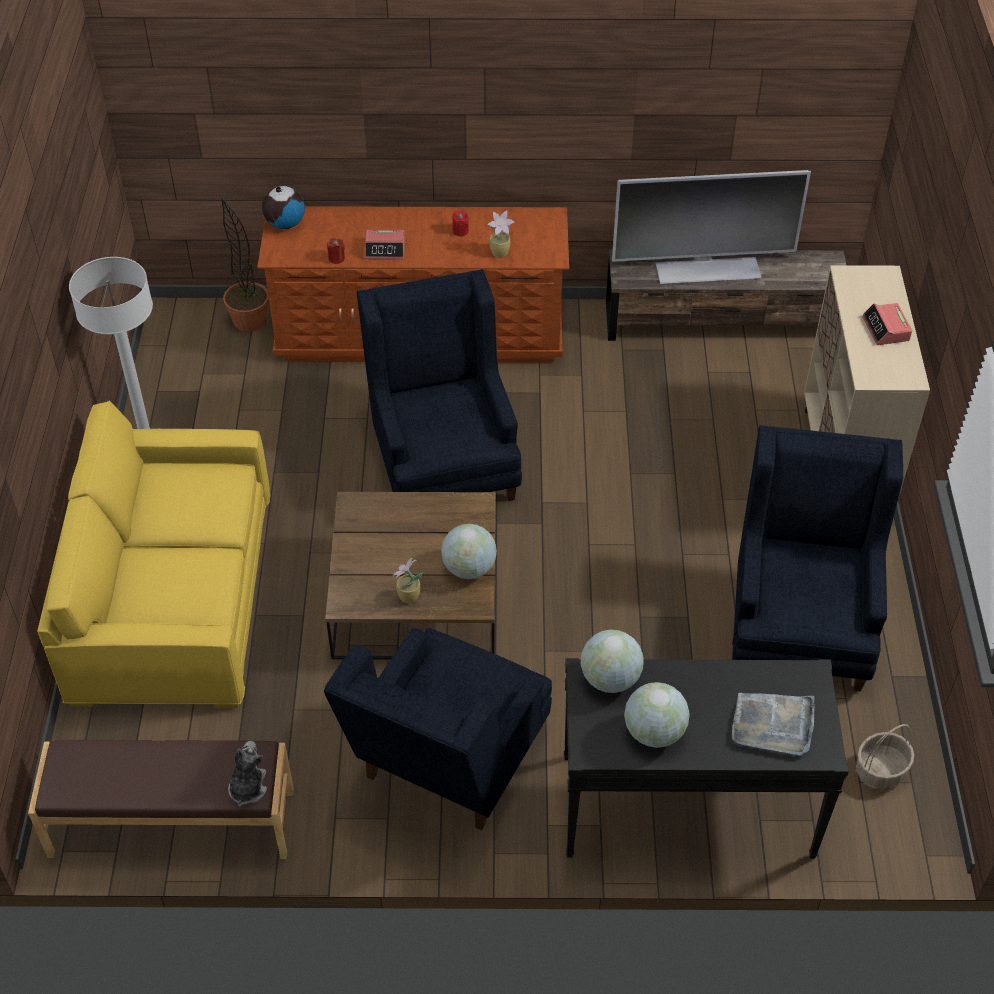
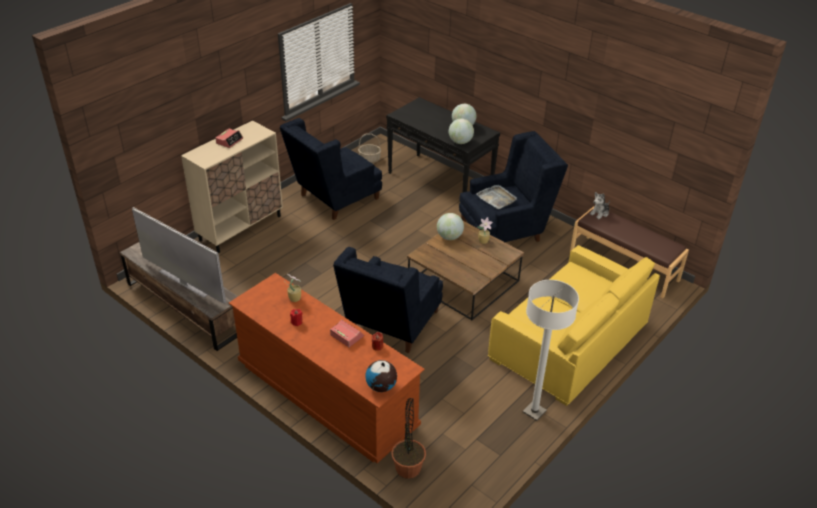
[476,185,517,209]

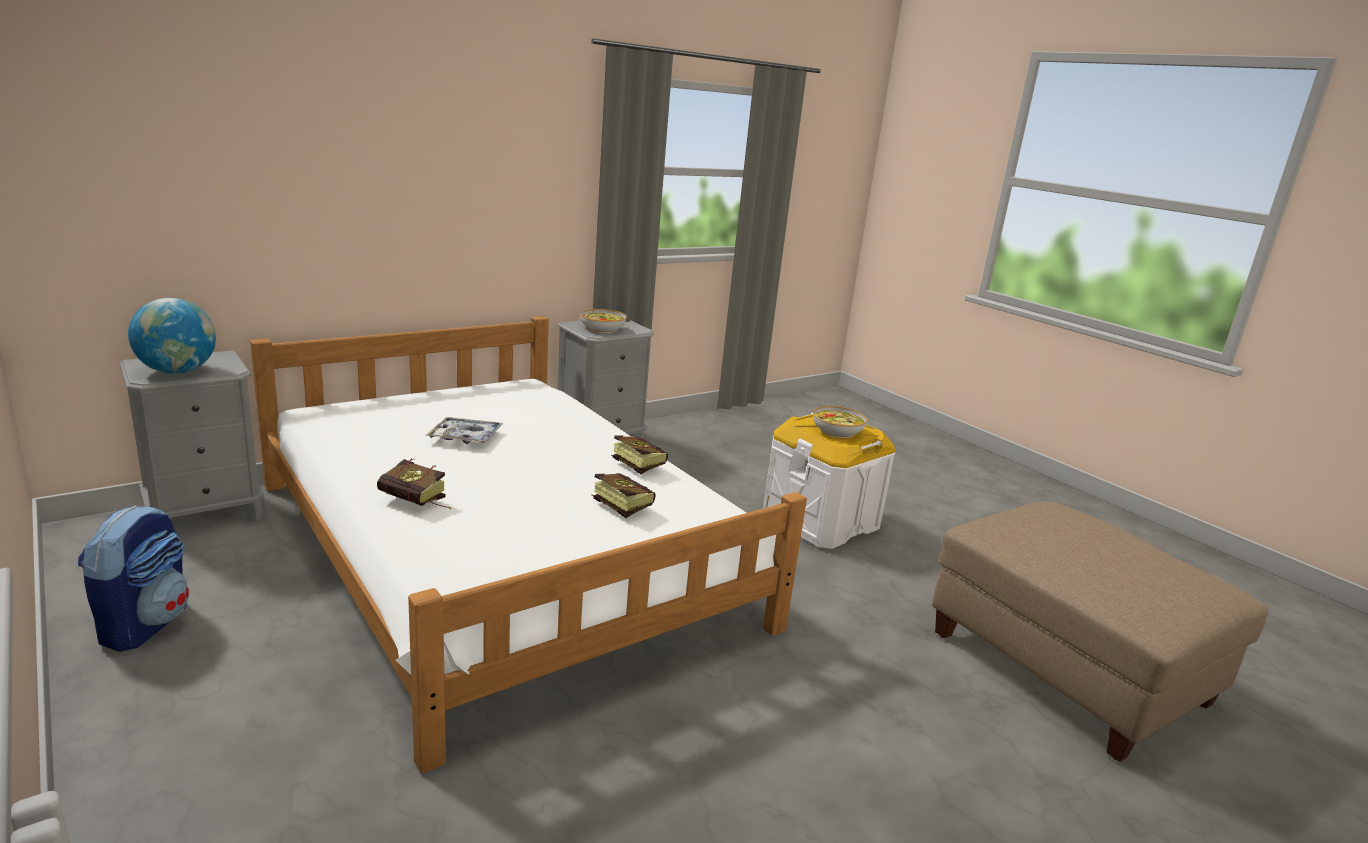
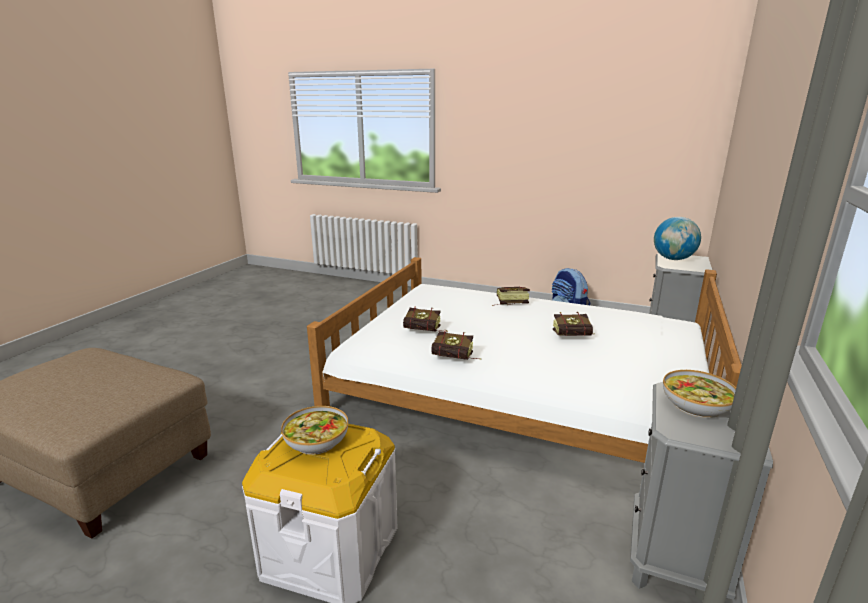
[553,312,595,336]

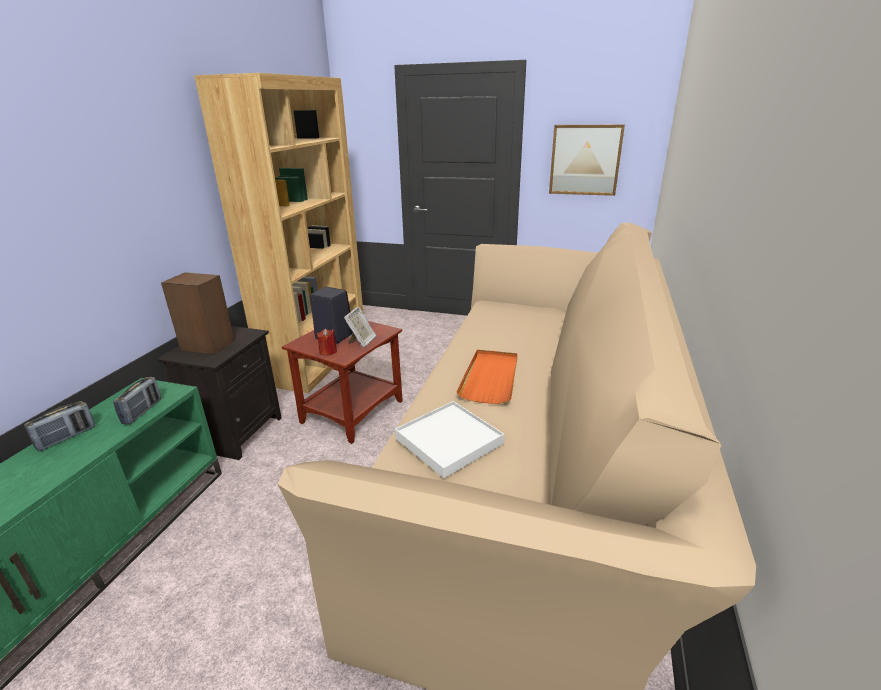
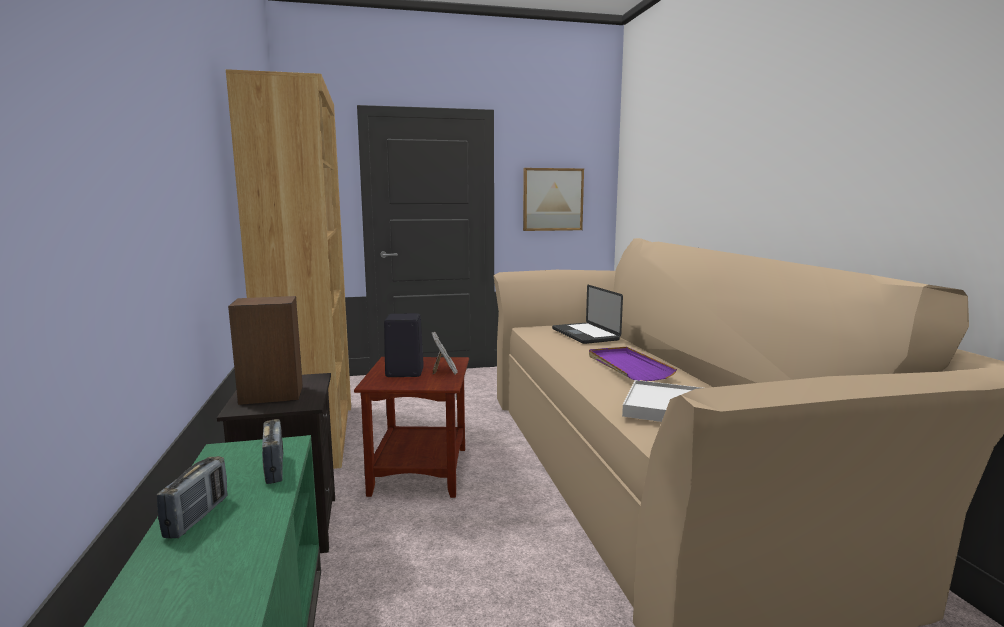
[552,285,623,344]
[589,347,677,381]
[317,329,337,356] (first image)

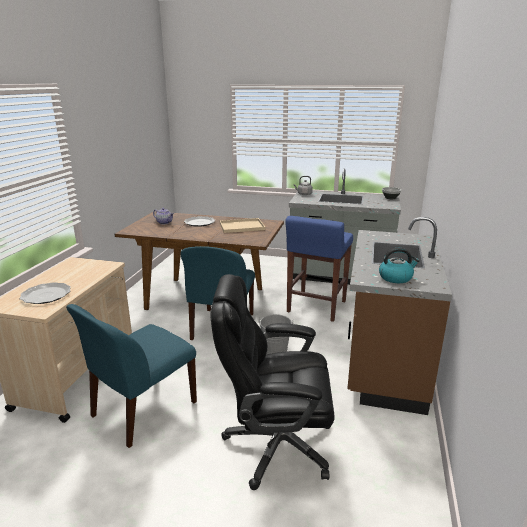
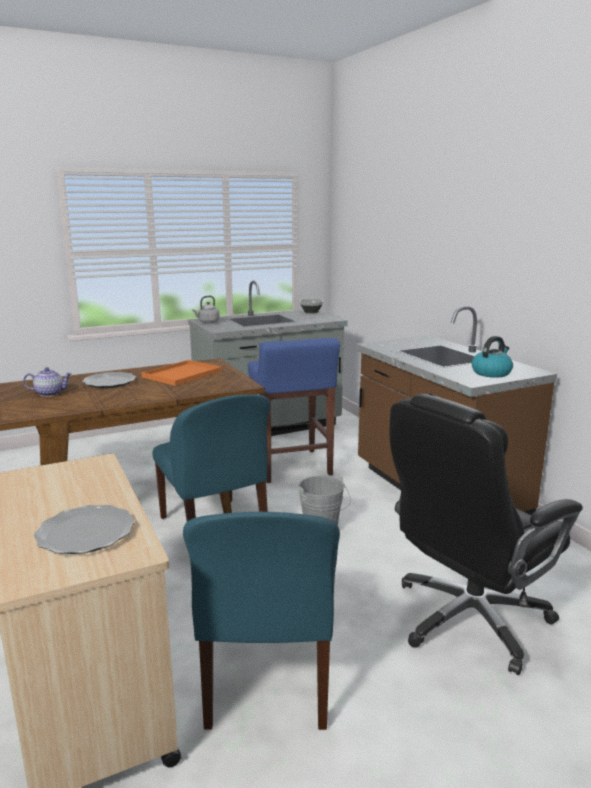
[142,360,222,386]

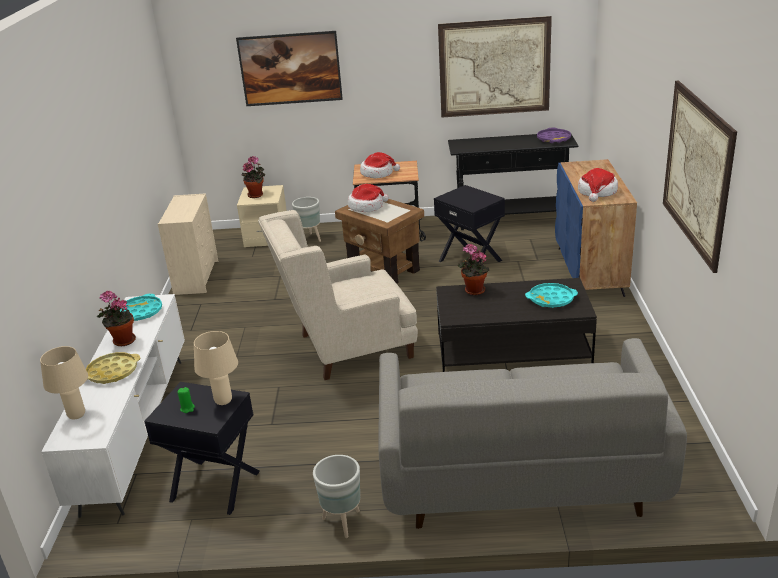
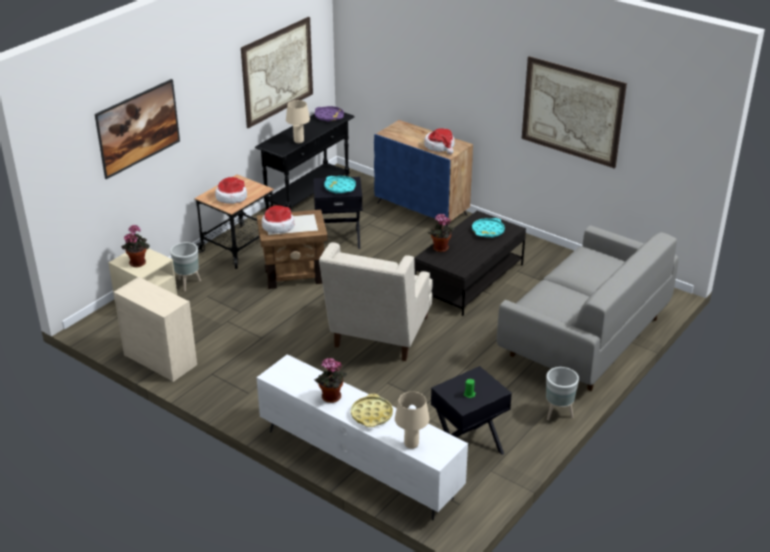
[286,100,310,143]
[324,176,356,194]

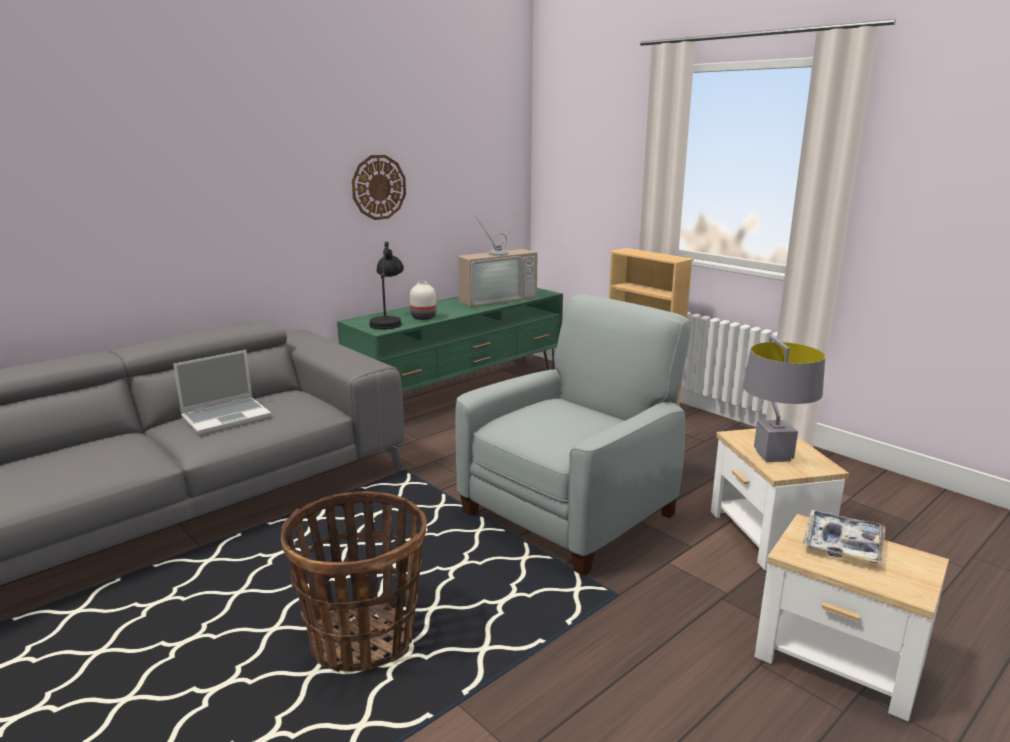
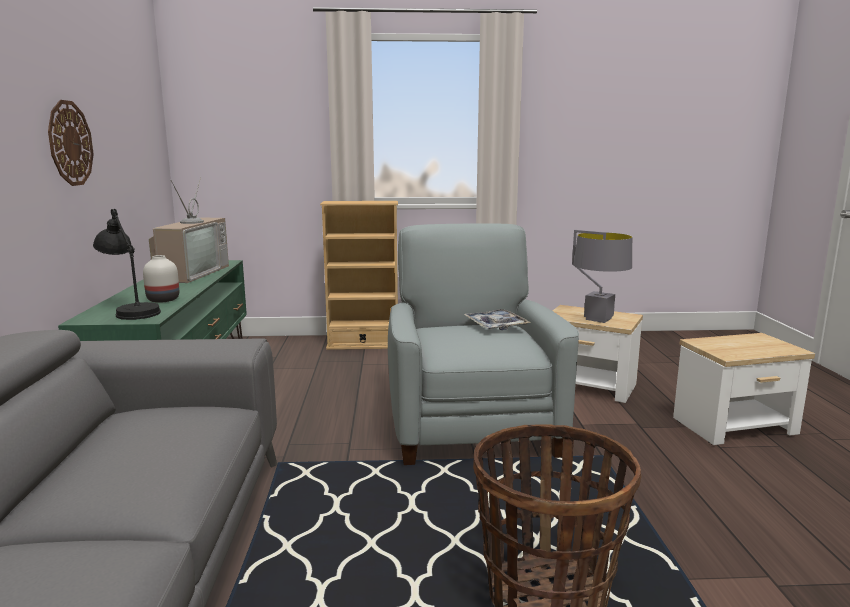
[464,309,530,330]
[173,350,271,435] (first image)

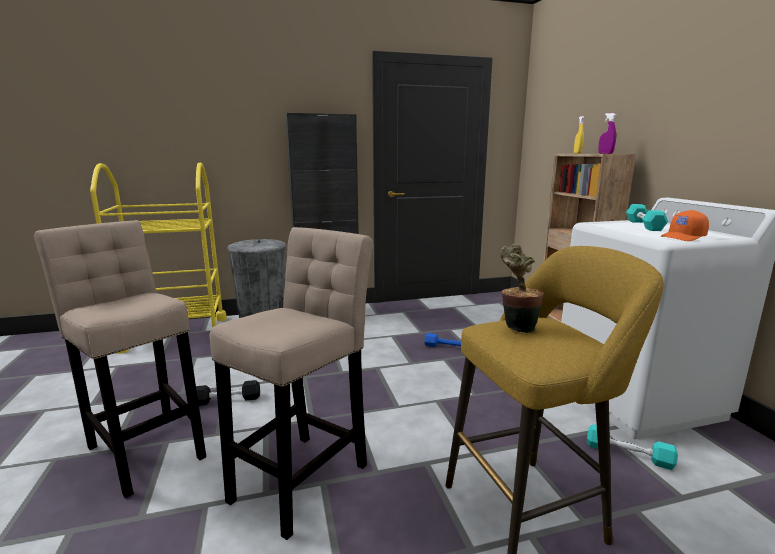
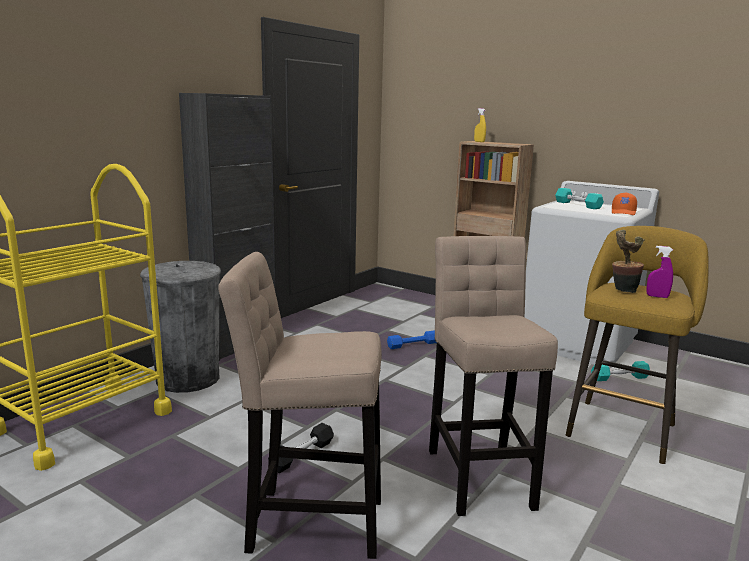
[646,246,673,298]

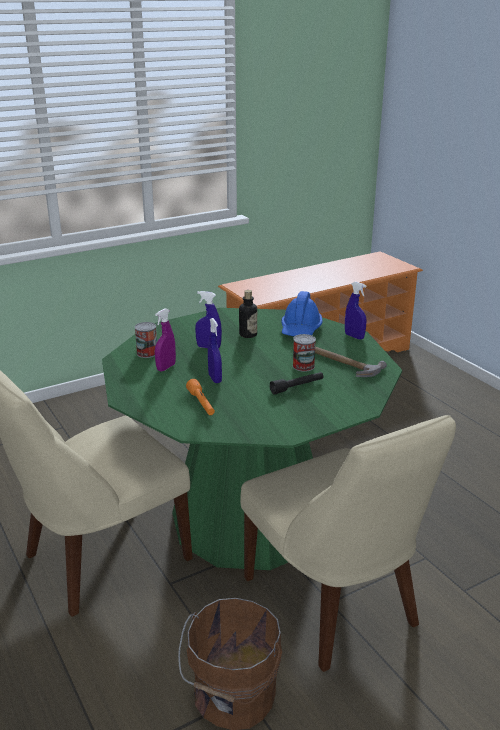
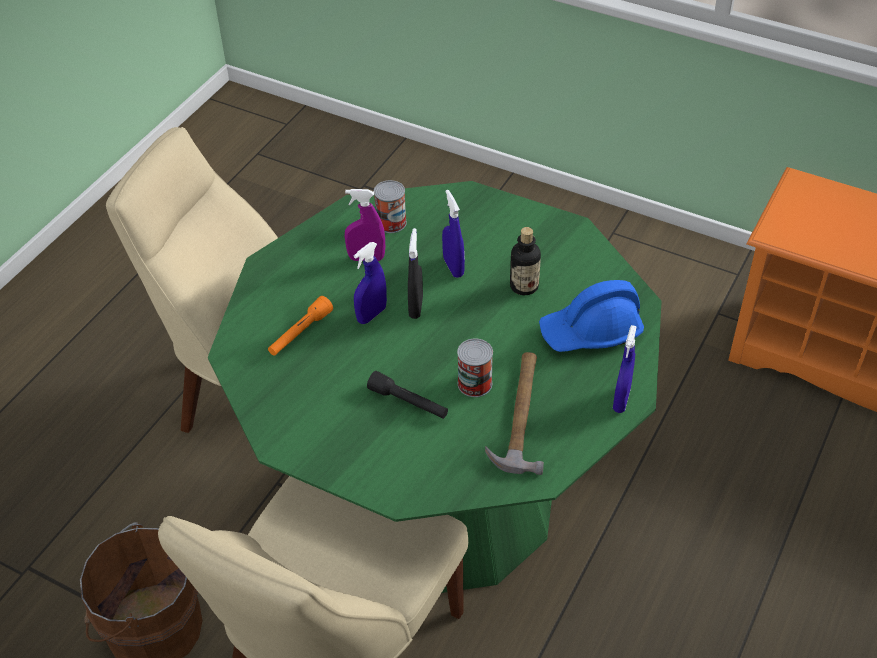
[408,228,423,319]

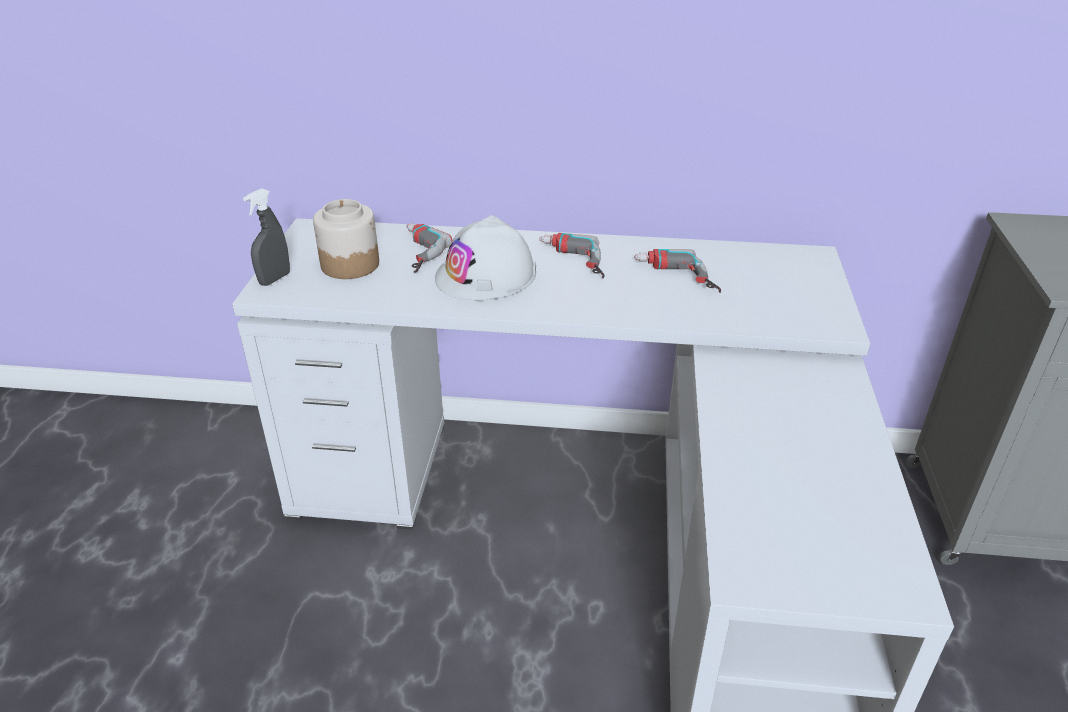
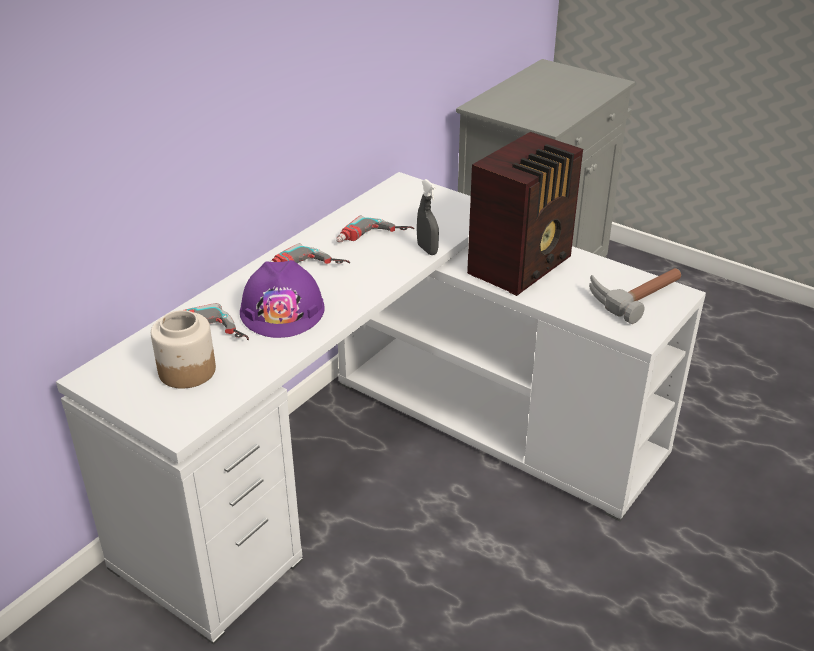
[240,260,325,338]
[417,179,439,255]
[467,132,583,296]
[589,268,681,324]

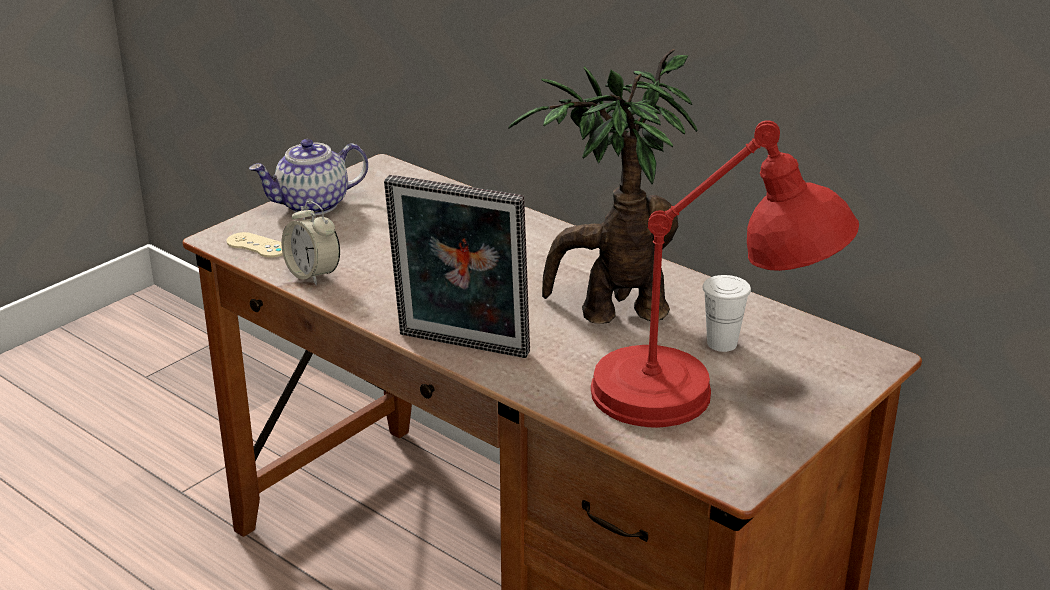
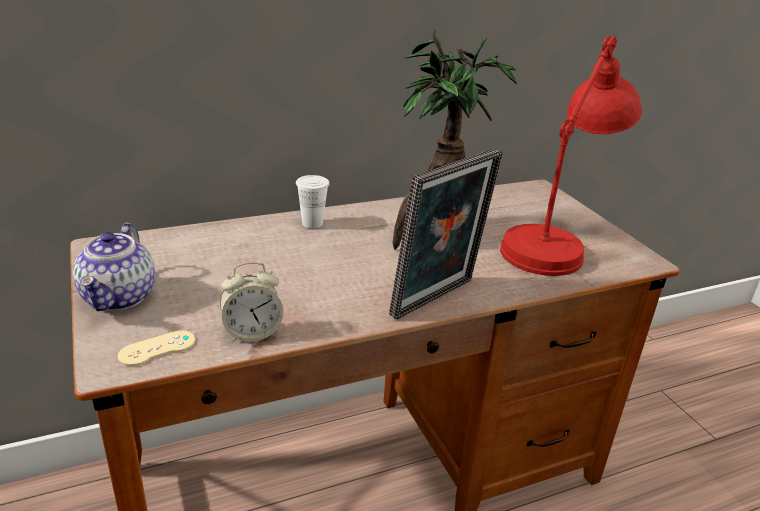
[296,175,330,228]

